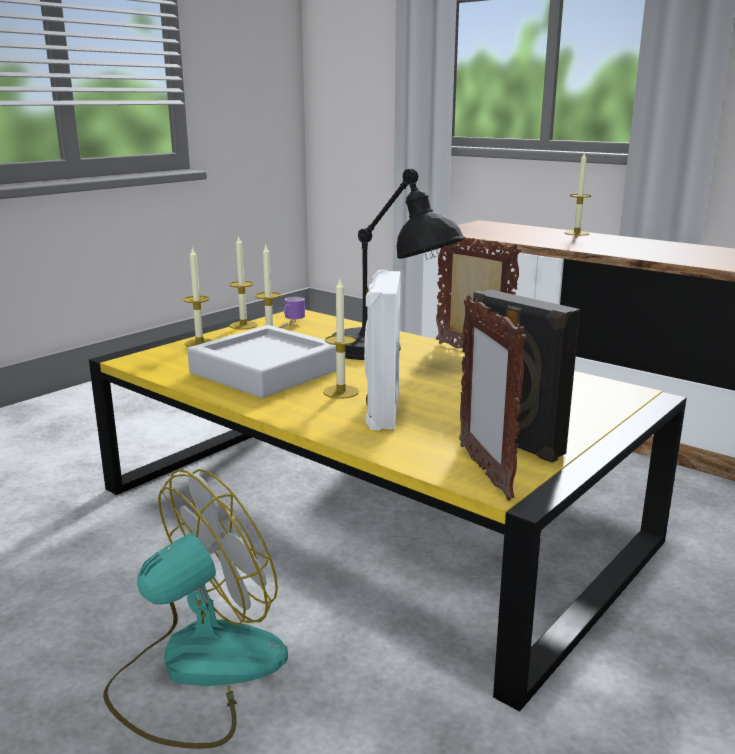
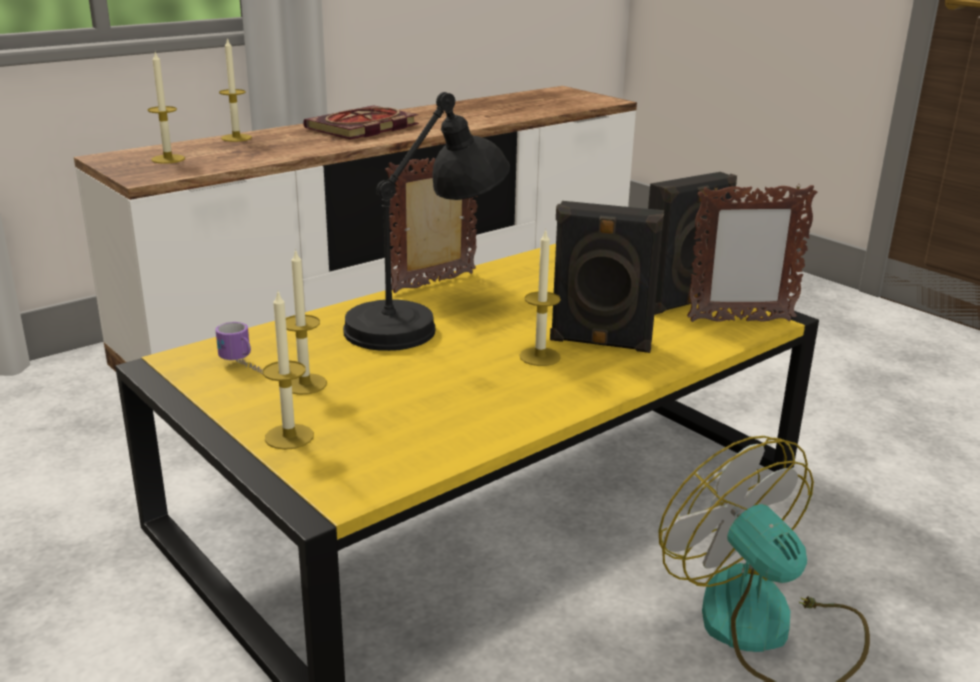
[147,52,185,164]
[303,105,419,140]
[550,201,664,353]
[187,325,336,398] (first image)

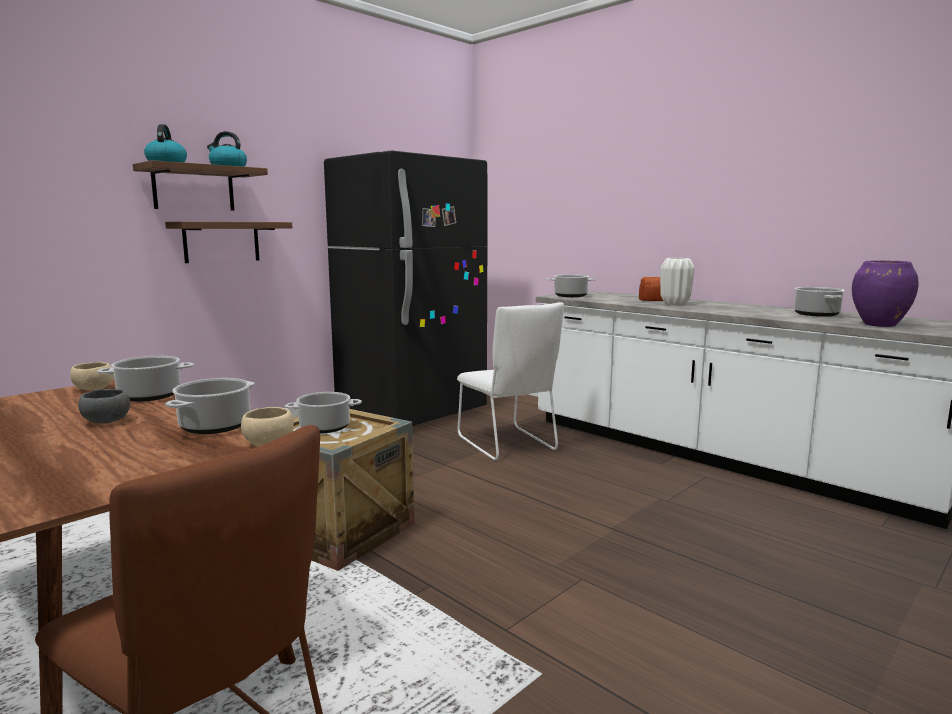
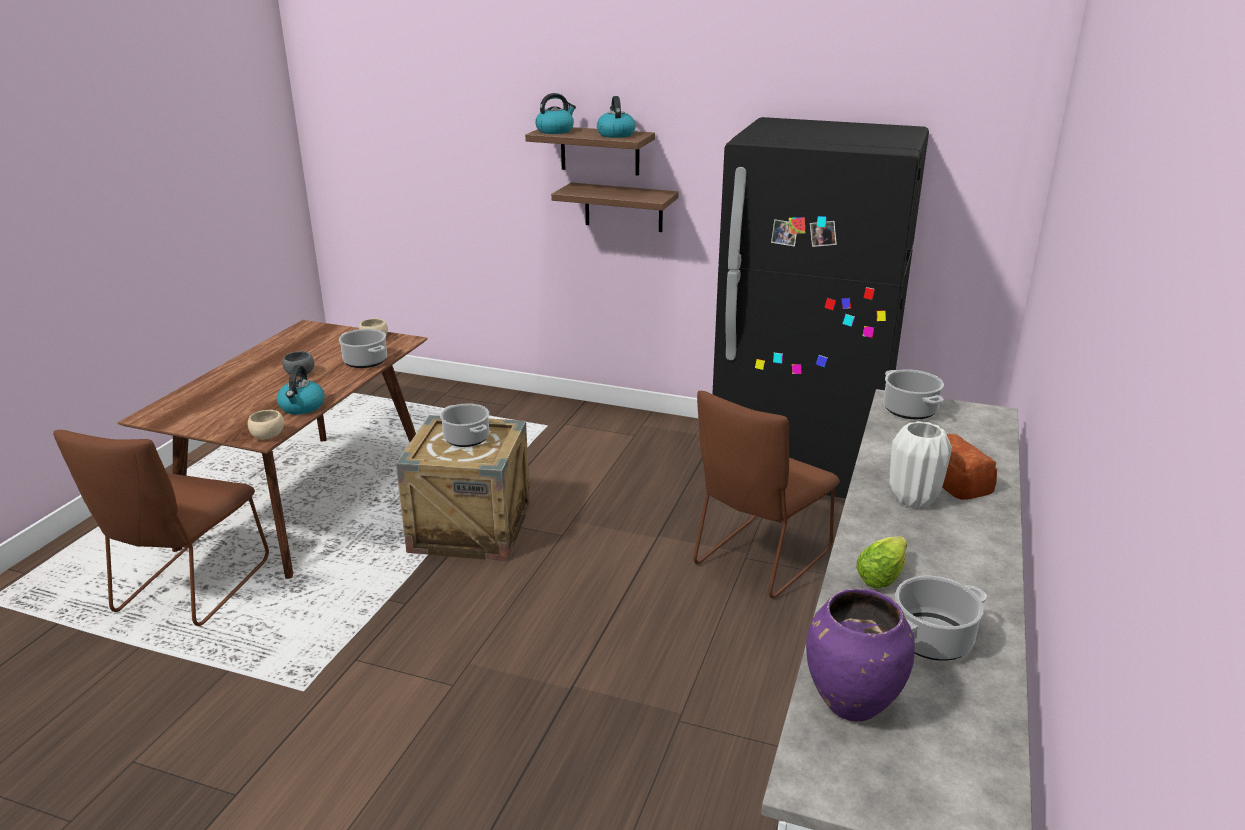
[277,365,325,415]
[693,391,840,598]
[856,536,907,588]

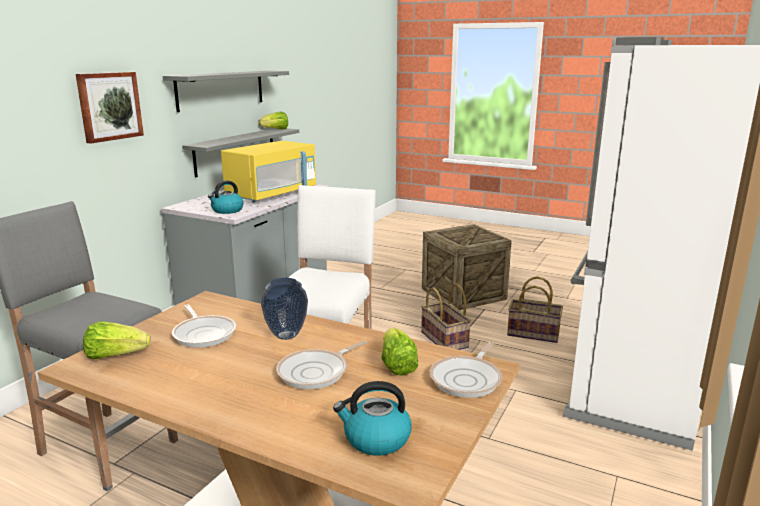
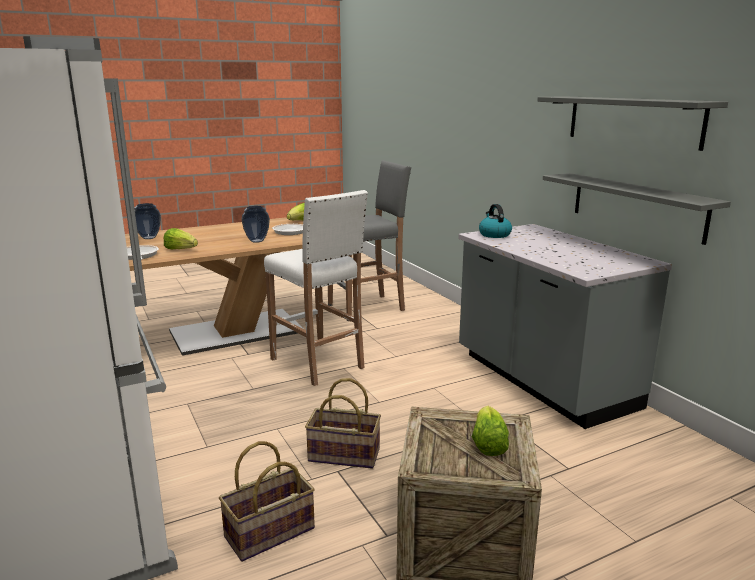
[134,203,161,239]
[472,406,509,456]
[76,72,144,143] (first image)
[221,141,316,202] (first image)
[276,341,367,389] (first image)

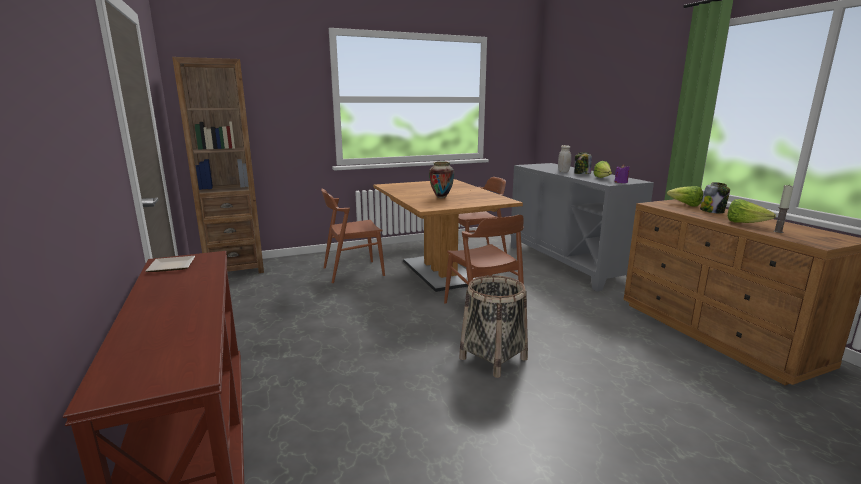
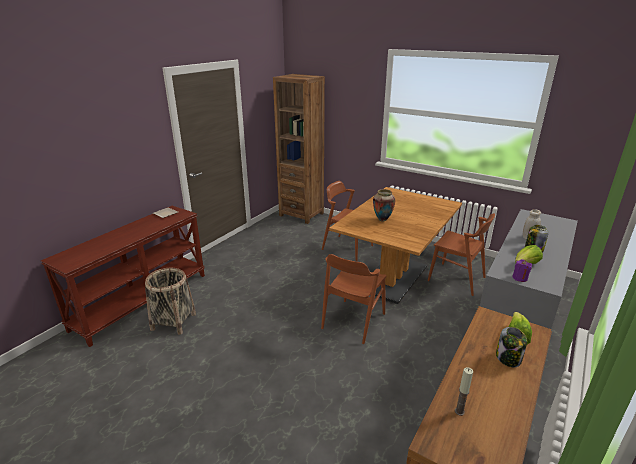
[145,268,196,335]
[727,199,776,223] (first image)

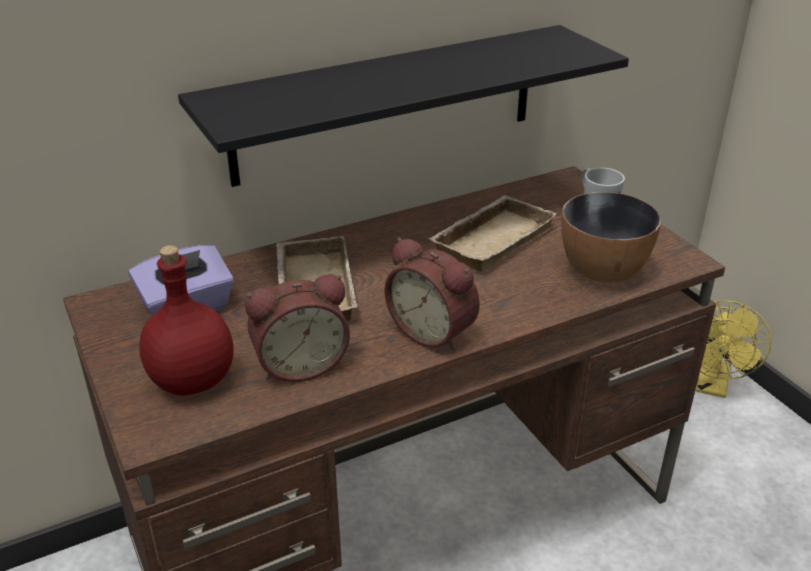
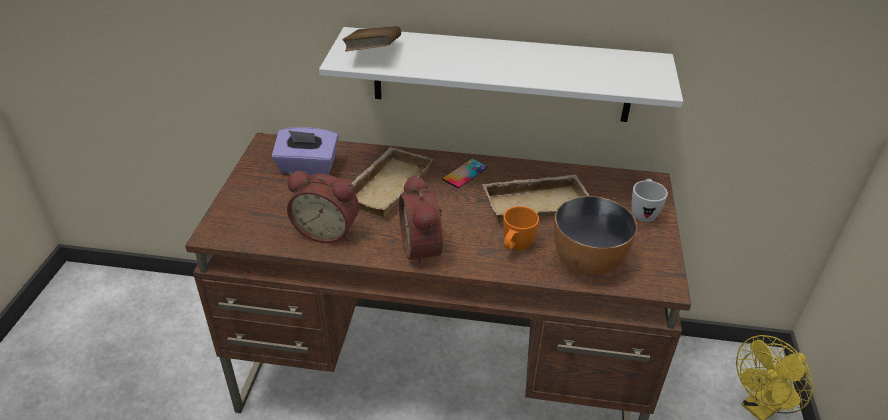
[319,27,683,122]
[342,26,401,51]
[442,158,488,188]
[503,206,539,250]
[139,245,233,396] (first image)

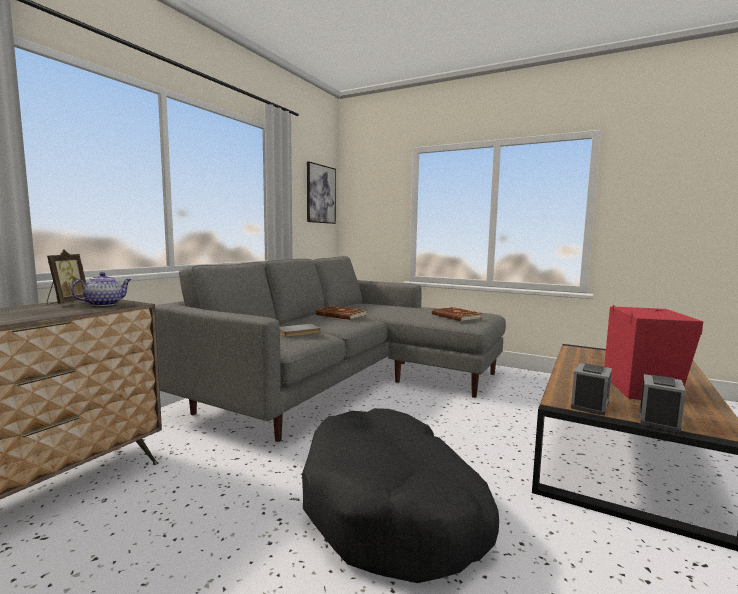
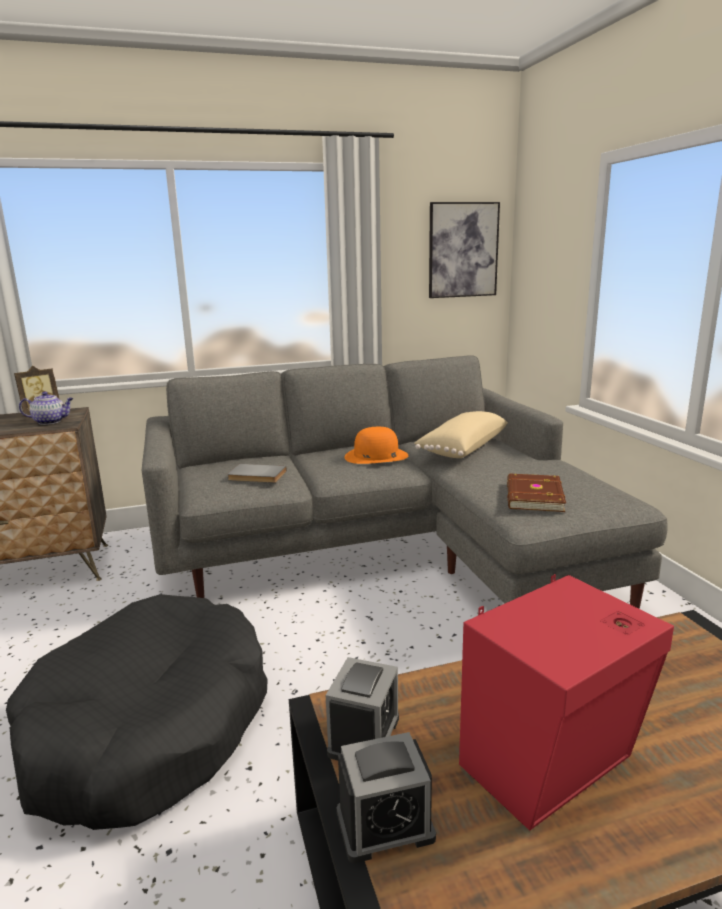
[326,657,399,760]
[344,427,408,464]
[414,411,508,458]

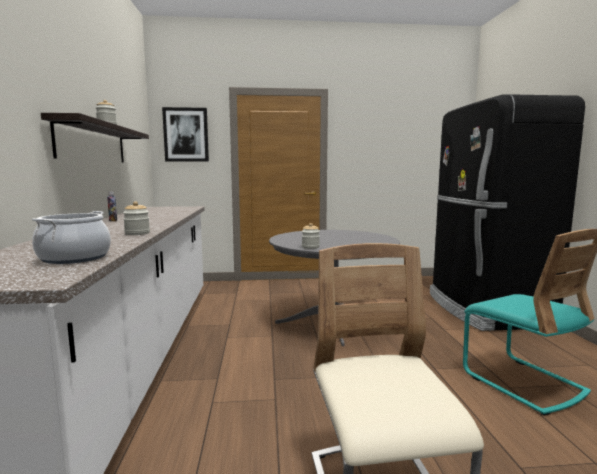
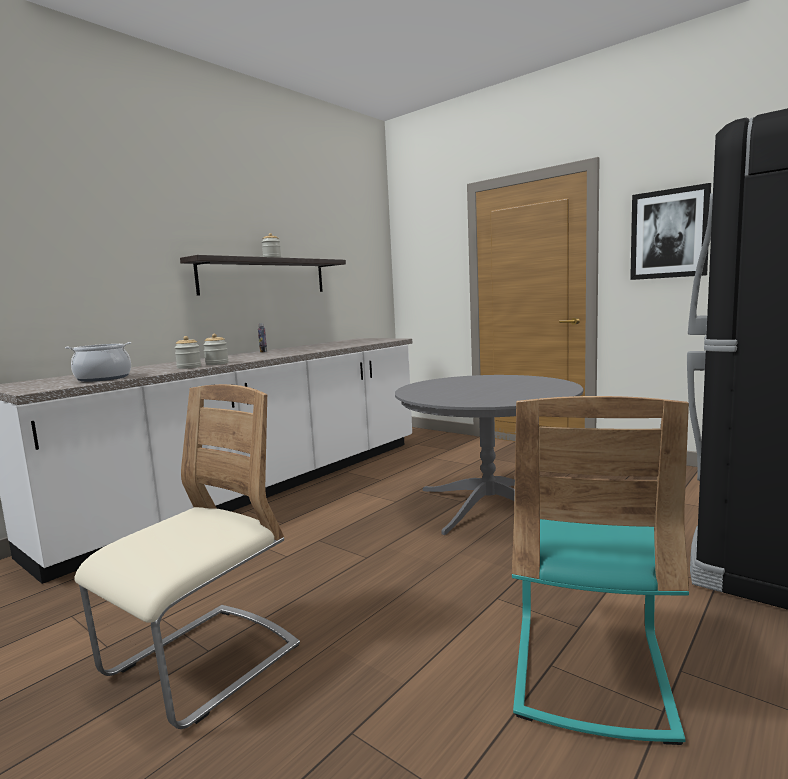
[174,336,201,369]
[630,183,711,280]

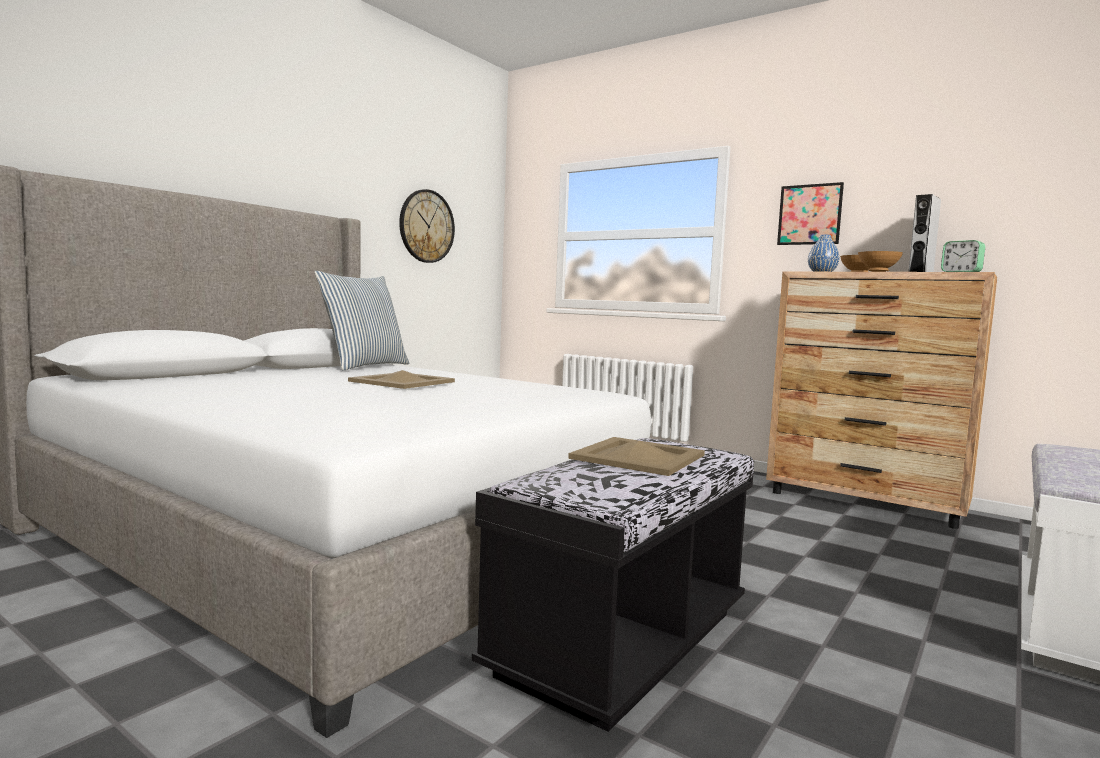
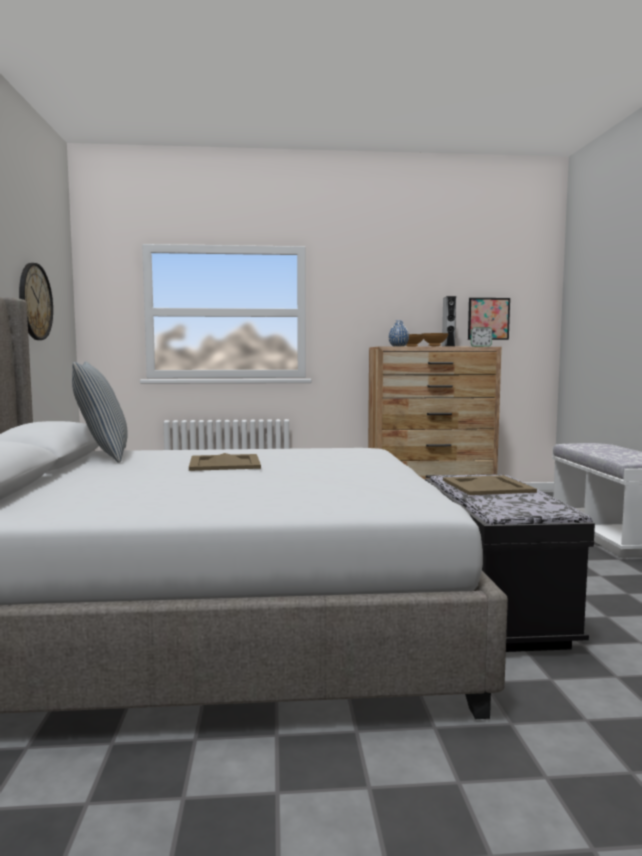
[468,298,510,340]

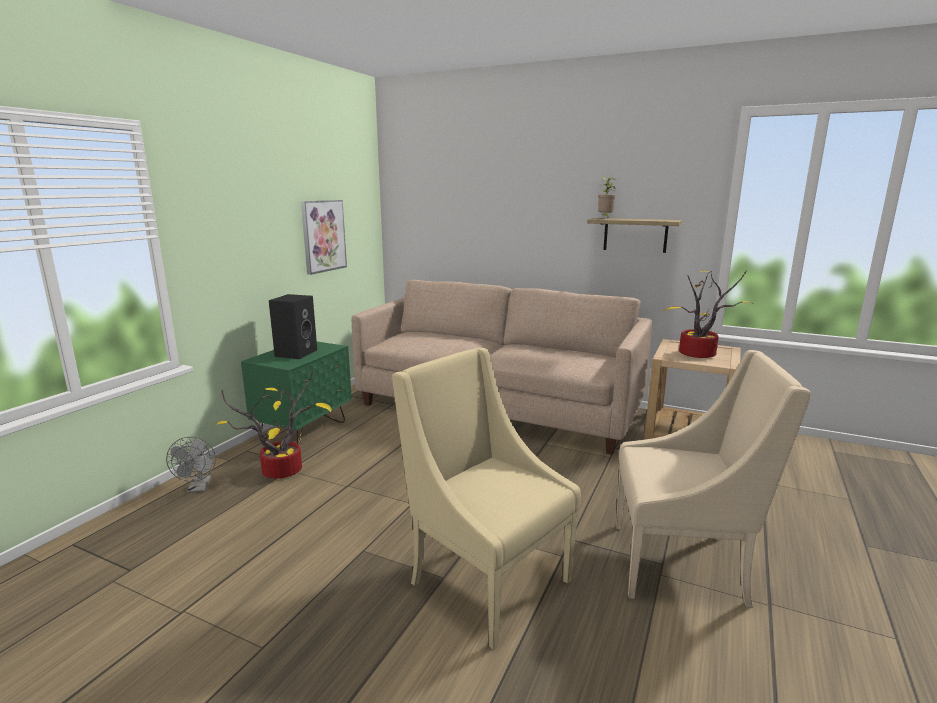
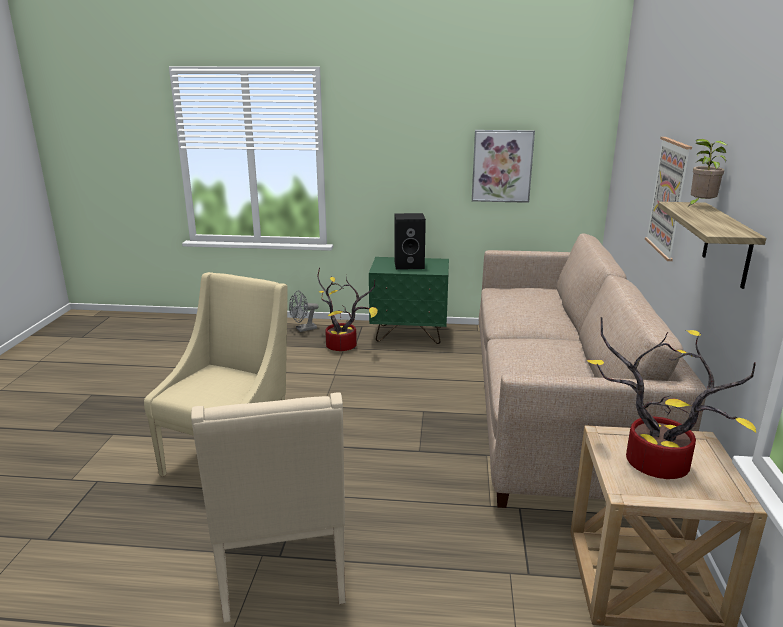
[645,137,692,261]

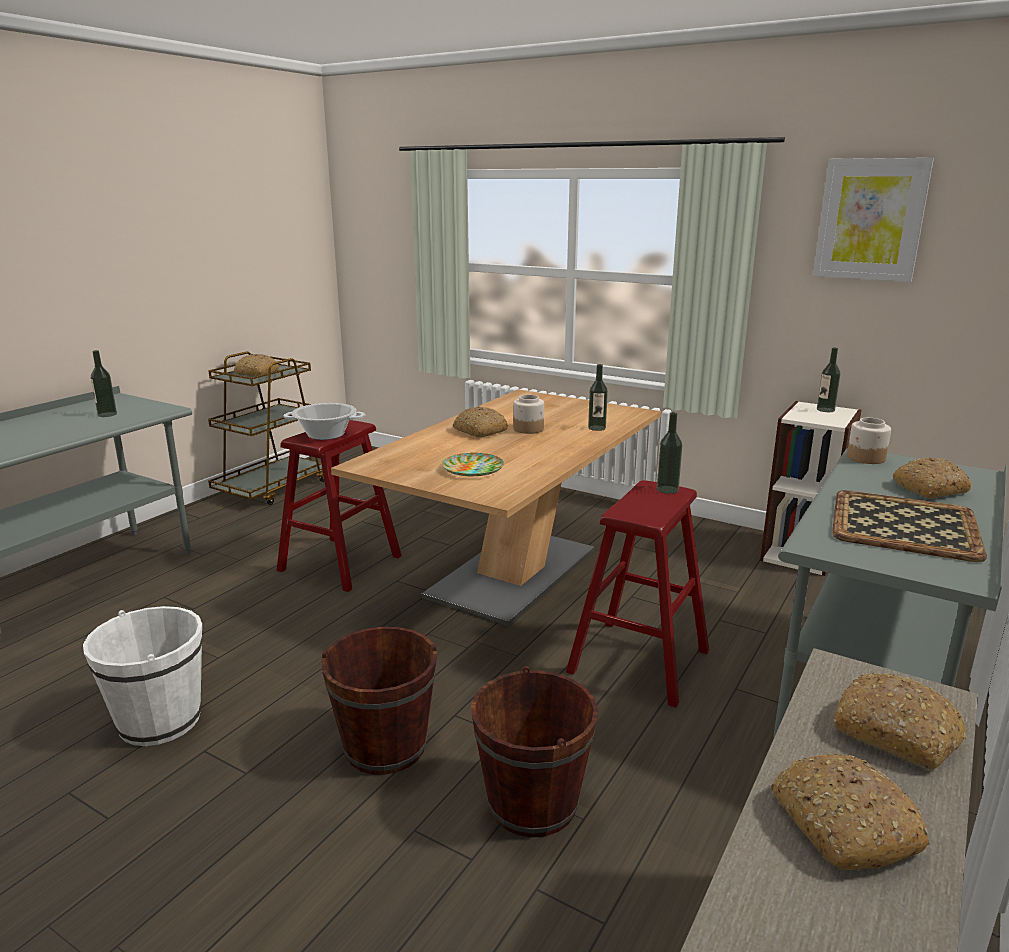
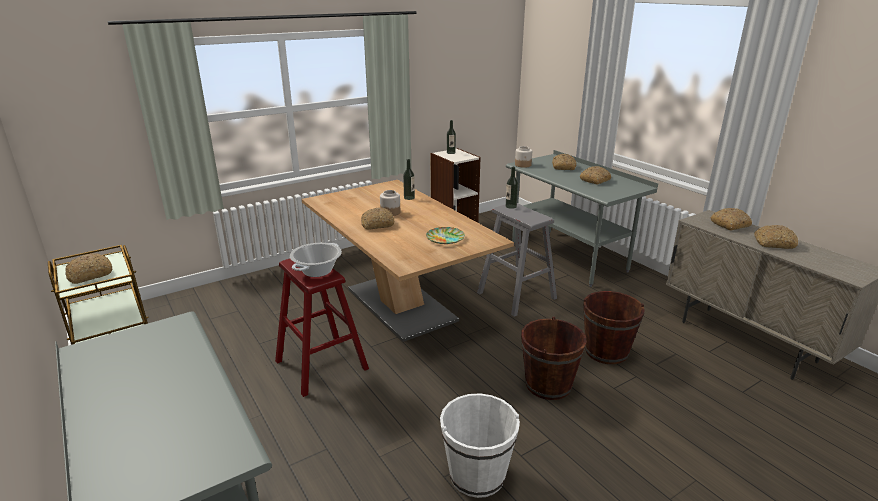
[477,203,557,317]
[580,166,611,185]
[91,350,117,417] (first image)
[813,158,934,282] (first image)

